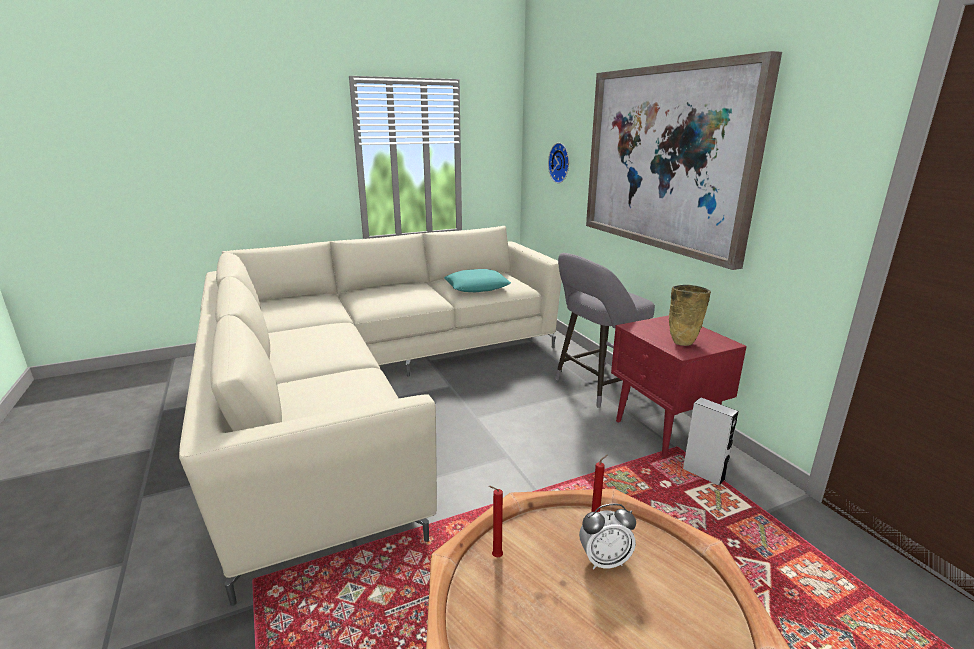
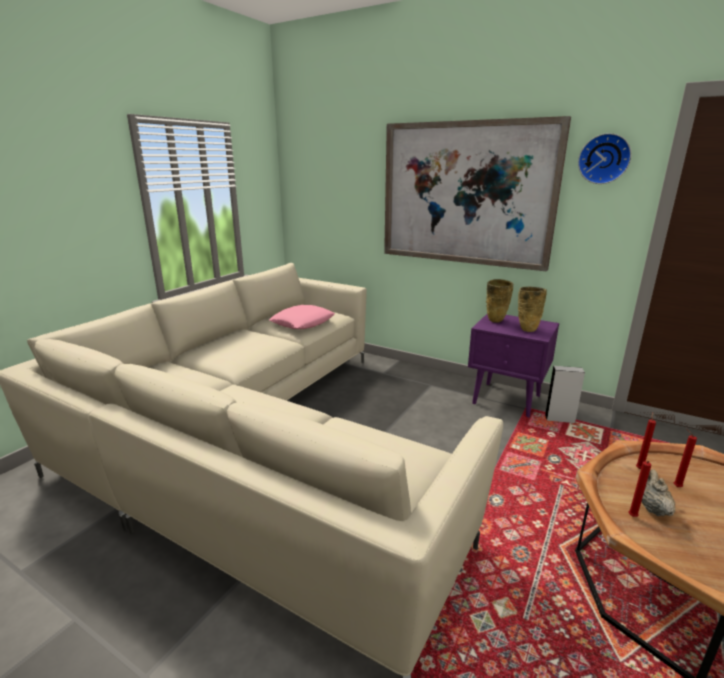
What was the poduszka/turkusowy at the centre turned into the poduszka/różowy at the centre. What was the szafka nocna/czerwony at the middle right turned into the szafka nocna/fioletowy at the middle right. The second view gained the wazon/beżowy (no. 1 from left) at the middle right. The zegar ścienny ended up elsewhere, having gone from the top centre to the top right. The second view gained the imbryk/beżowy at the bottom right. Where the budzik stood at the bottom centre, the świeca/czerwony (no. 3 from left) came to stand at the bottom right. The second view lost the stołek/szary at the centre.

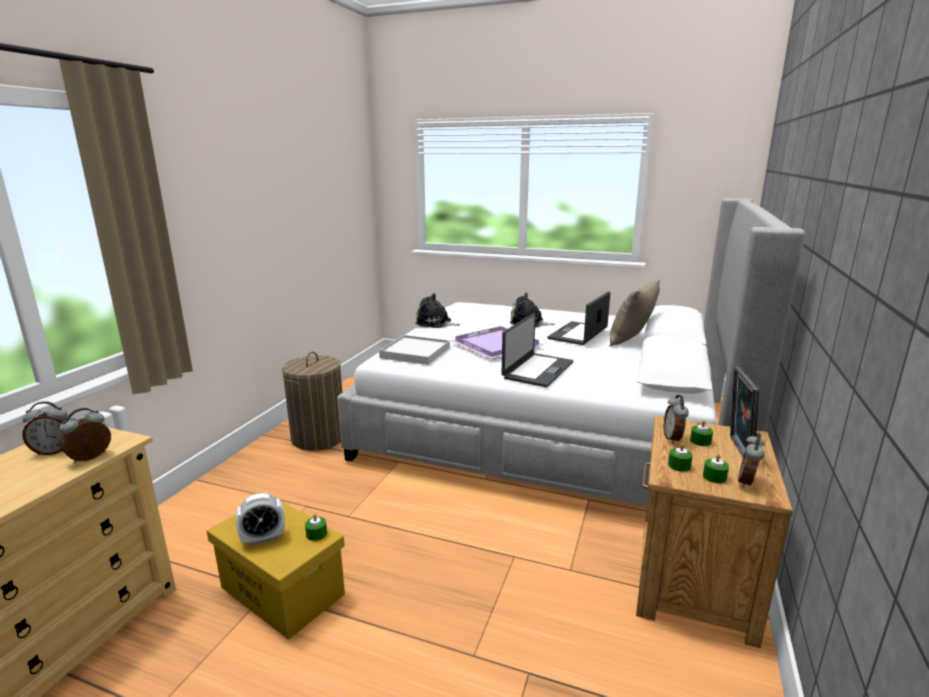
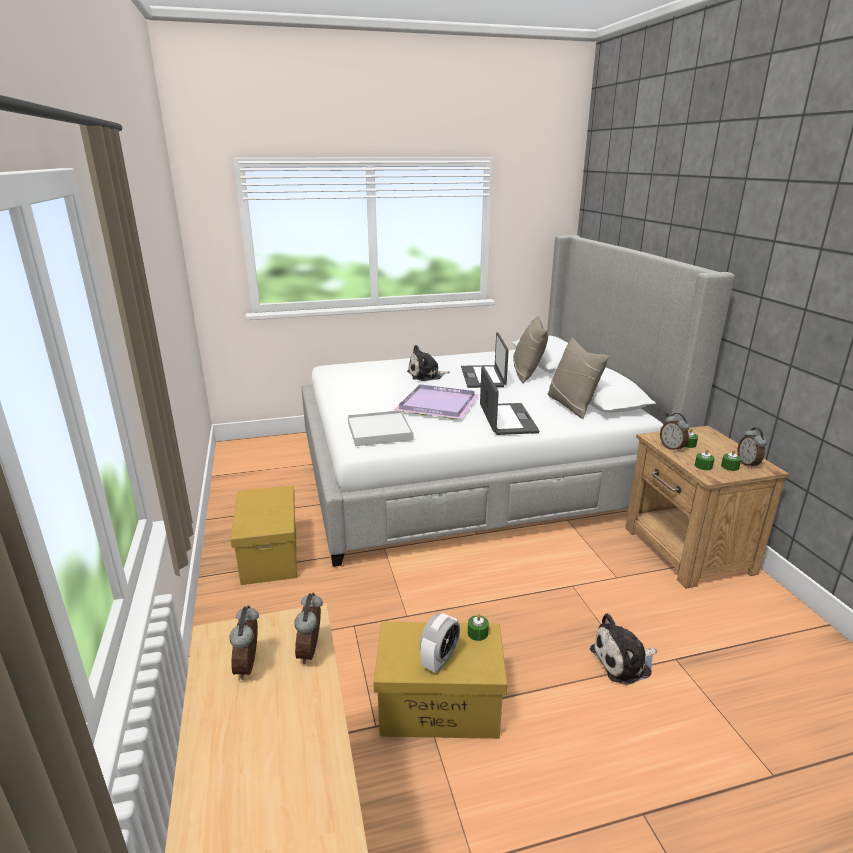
The budzik (no. 1 from left) at the middle left ended up facing another way, 135 degrees clockwise from before. Where the kosz na pranie stood at the centre, the pojemnik do przechowywania/żółty (no. 1 from left) came to stand at the middle left. The second view gained the poduszka/beżowy (no. 2 from left) at the middle right. The pluszak (no. 1 from left in the first image) ended up elsewhere, having gone from the centre to the bottom right. The second view lost the ramka na zdjęcie at the middle right.

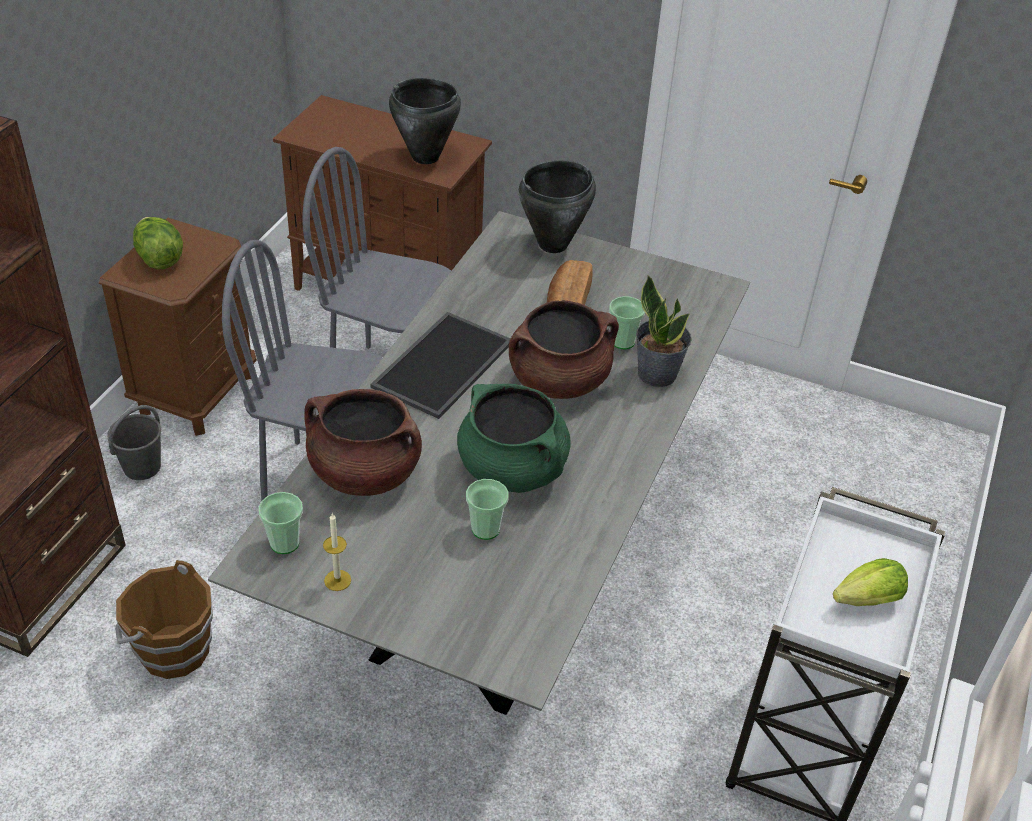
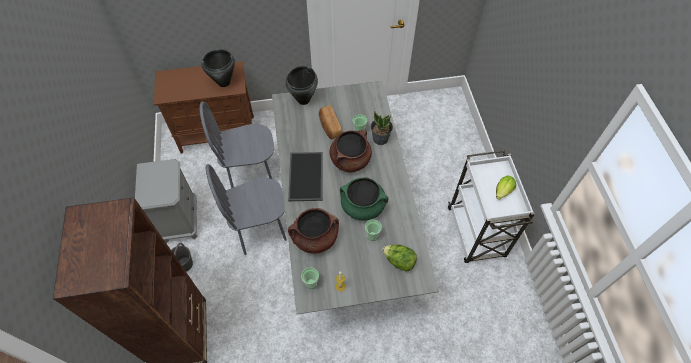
What was the szafka nocna/brązowy at the middle left turned into the szafka nocna/szary at the middle left. The sałata (no. 1 from left) ended up elsewhere, having gone from the top left to the bottom centre. The second view lost the wiadro/brązowy at the bottom left.

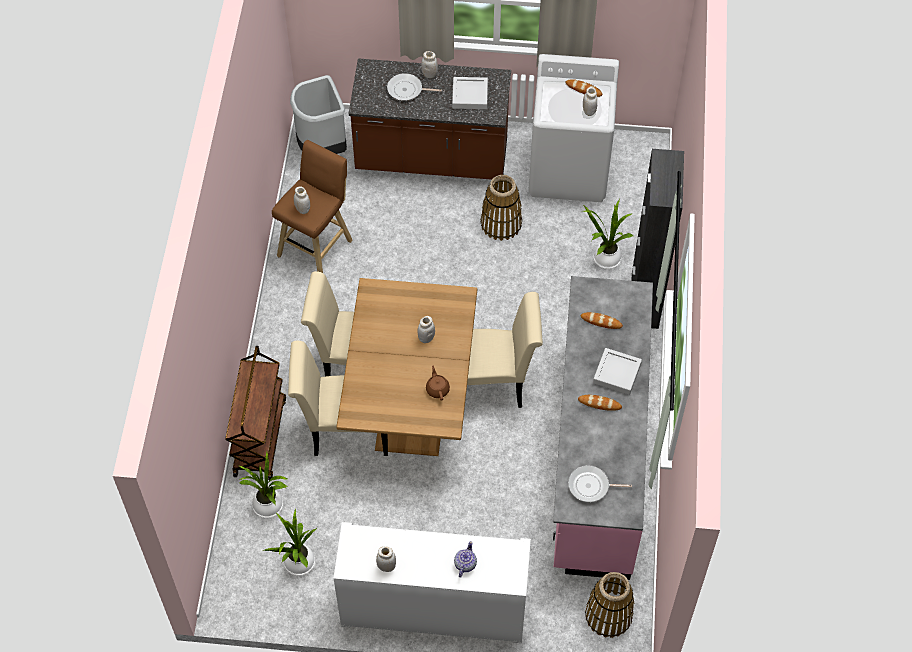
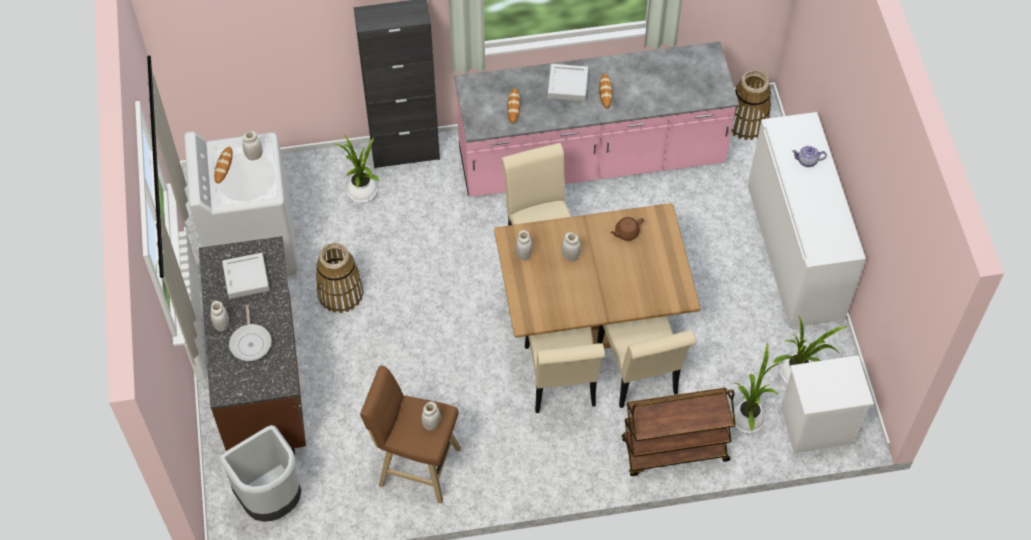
The słoik/biały (no. 2 from left in the first image) ended up elsewhere, having gone from the bottom centre to the centre. The second view gained the szafka nocna/biały at the bottom right. The second view lost the patelnia (no. 2 from left) at the bottom centre.

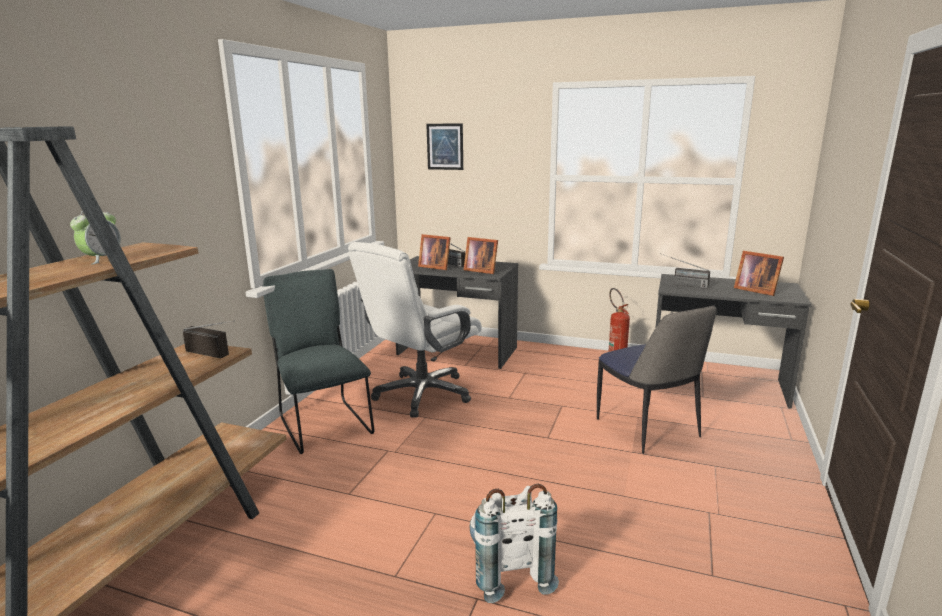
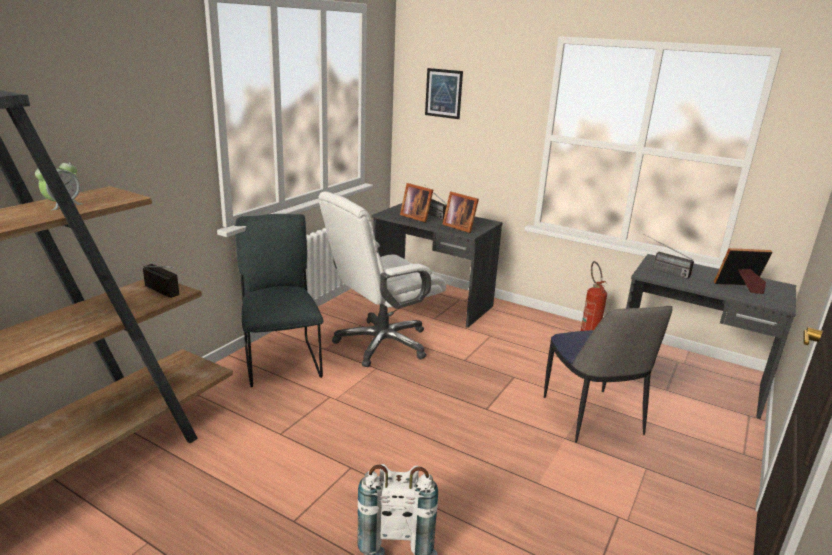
The ramka na zdjęcie (no. 3 from left) at the middle right ended up facing another way, 120 degrees clockwise from before.

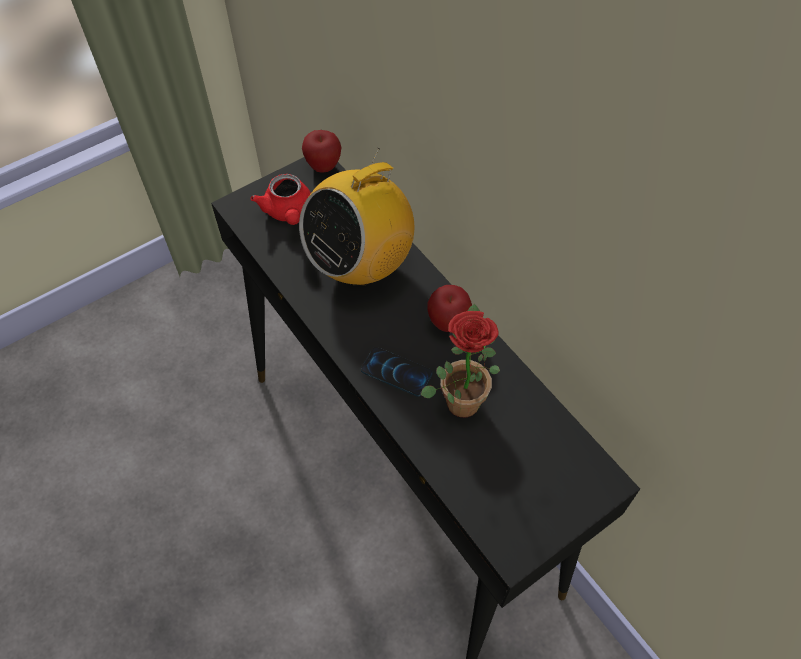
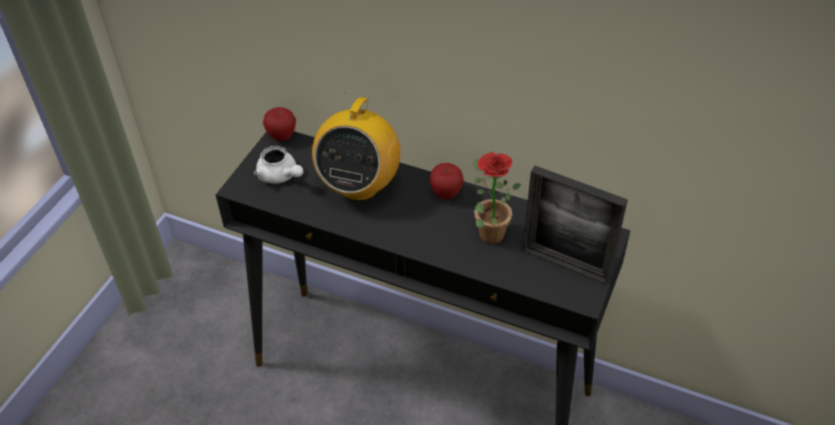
What was the imbryk/czerwony at the top centre turned into the imbryk/biały at the middle left. The second view gained the ramka na zdjęcie at the middle right. The second view lost the telefon at the centre.

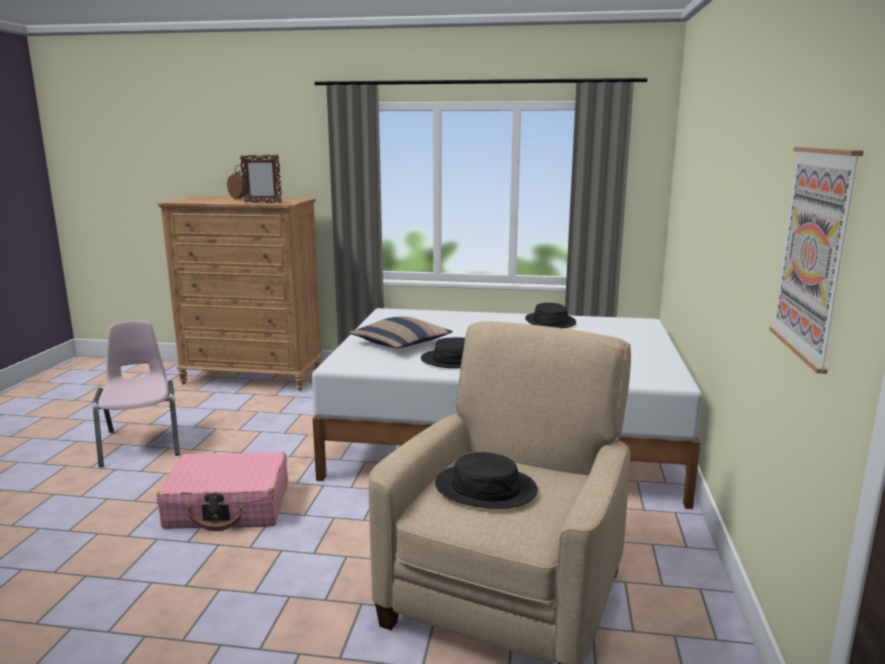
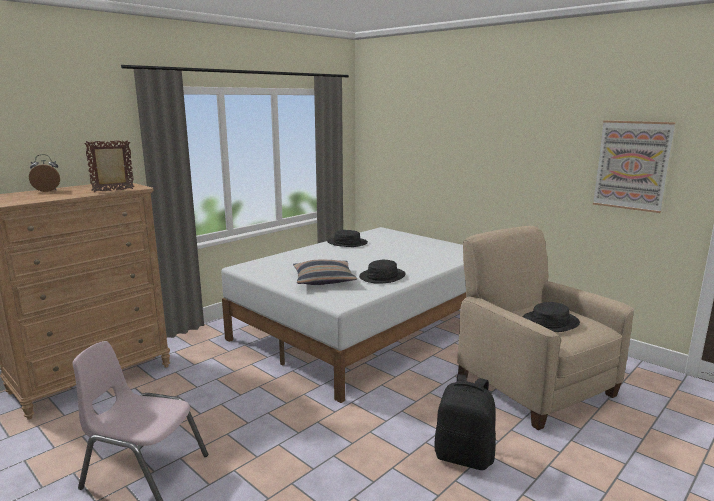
The ramka na zdjęcie at the top left ended up facing another way, 150 degrees counterclockwise from before. The second view gained the plecak/czarny at the bottom centre. The second view lost the walizka/różowy at the bottom left.

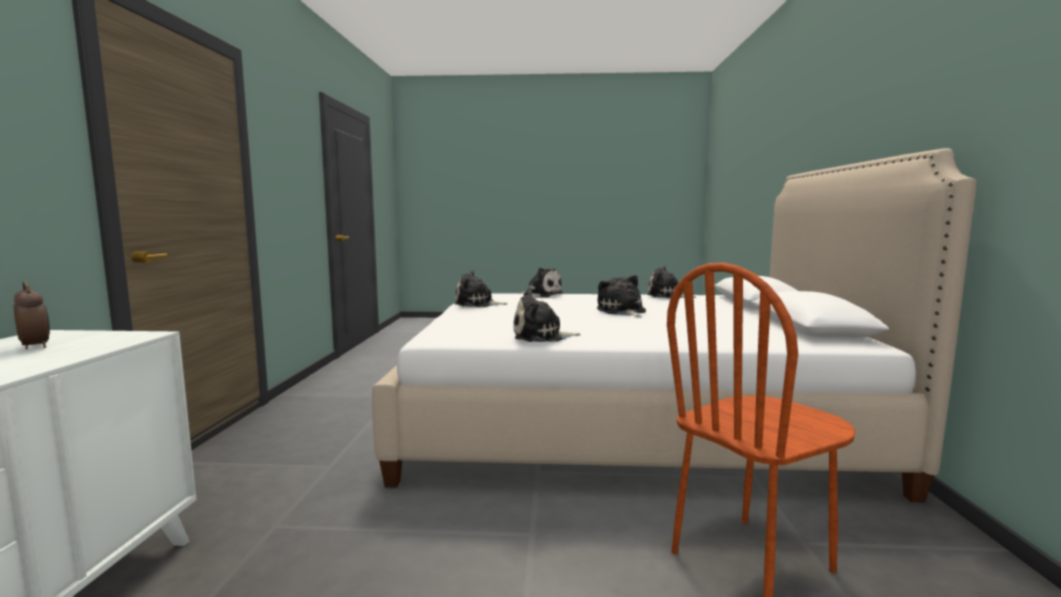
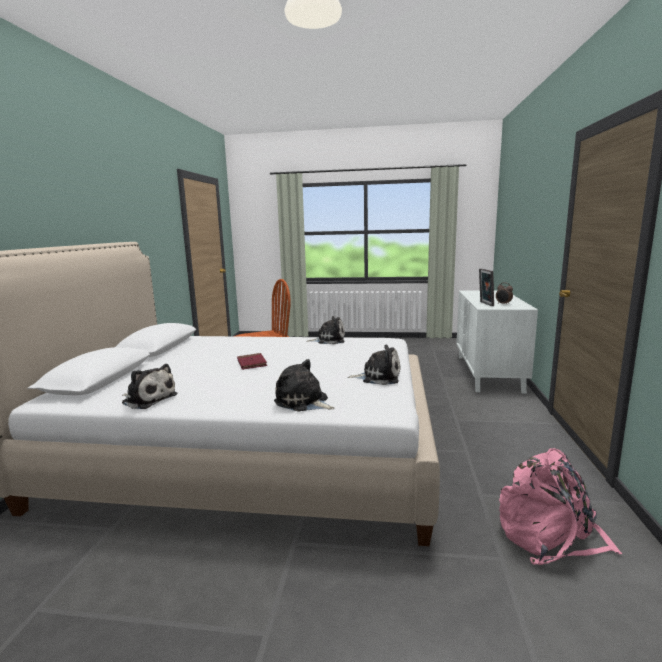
Where the pluszak (no. 4 from left) stood at the centre, the książka/czerwony came to stand at the centre. The second view gained the ramka na zdjęcie at the middle right. The second view gained the plecak/różowy at the bottom right.

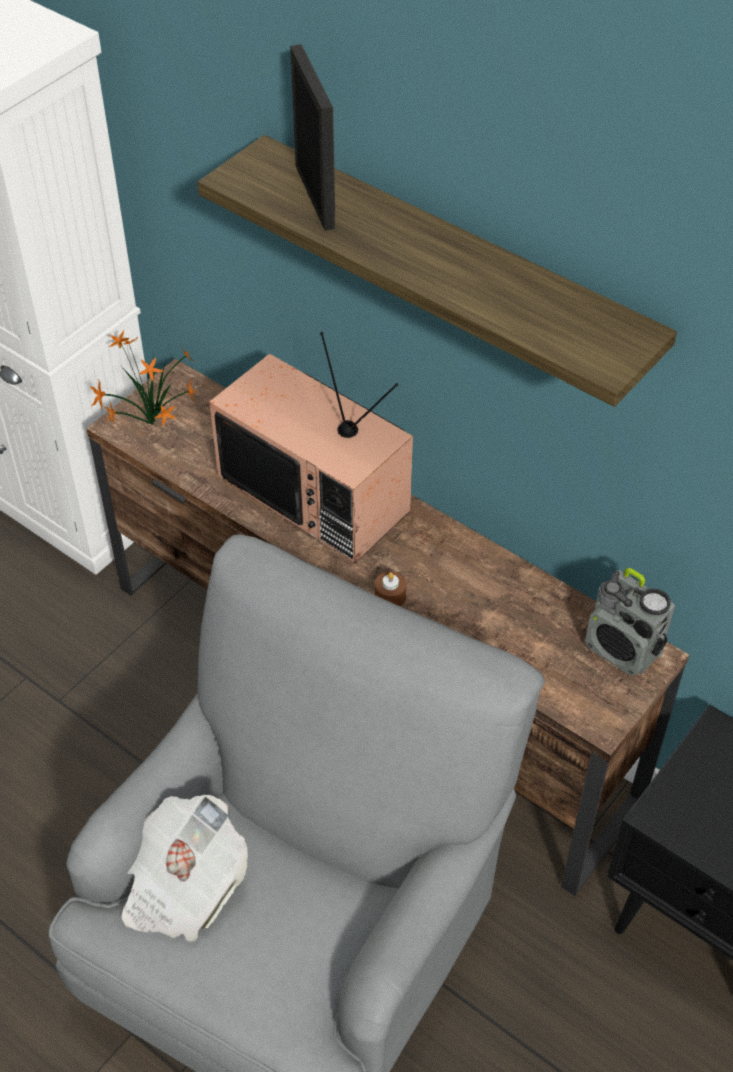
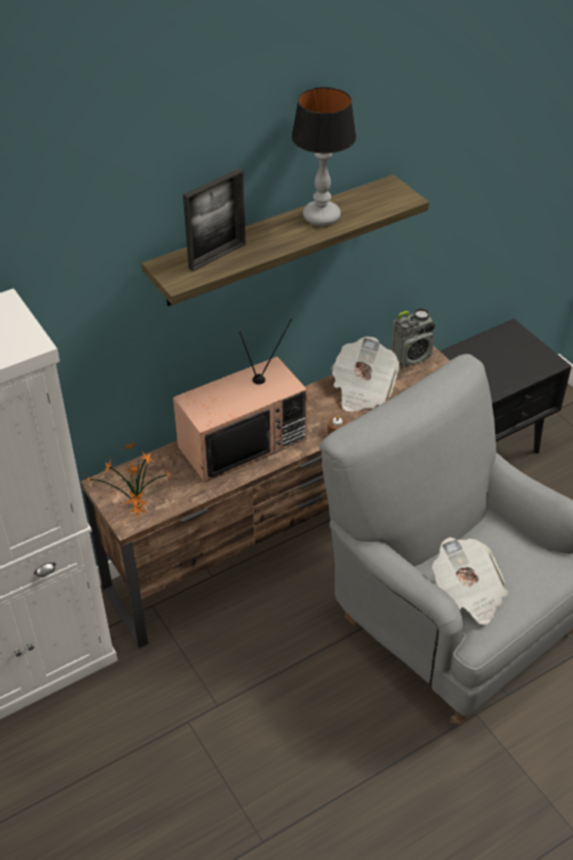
The ramka na zdjęcie at the top centre ended up facing another way, 135 degrees clockwise from before. The second view gained the lampa stołowa at the top centre. The second view gained the gazeta (no. 1 from left) at the centre.

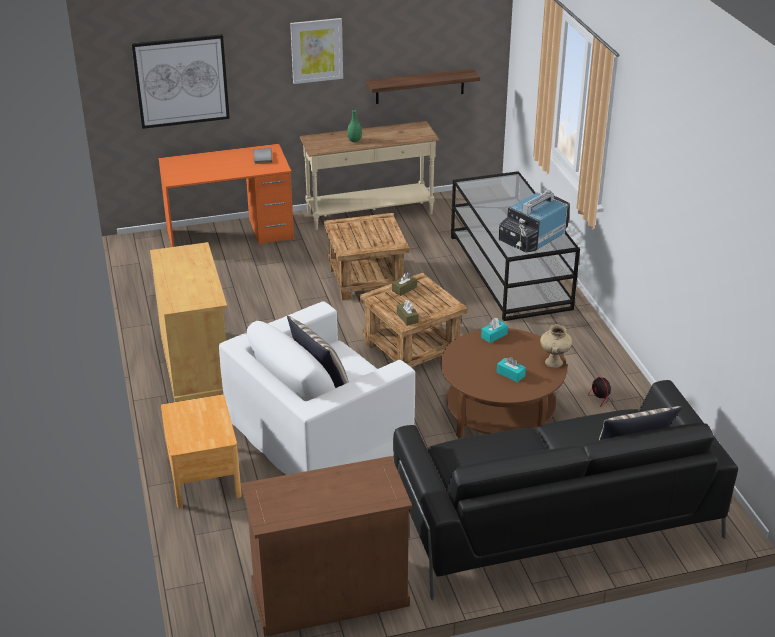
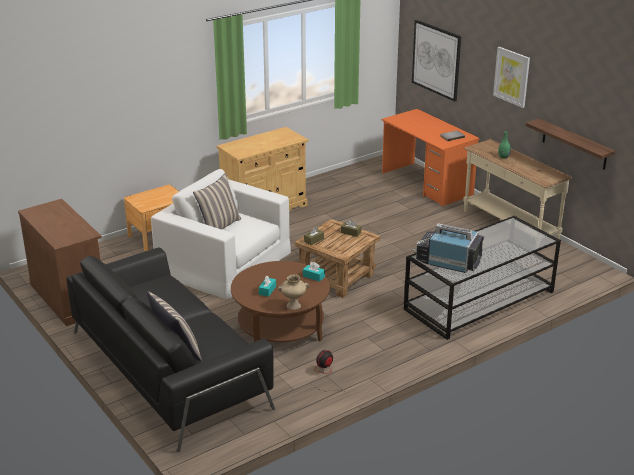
The second view lost the stolik/brązowy (no. 1 from left) at the centre.

